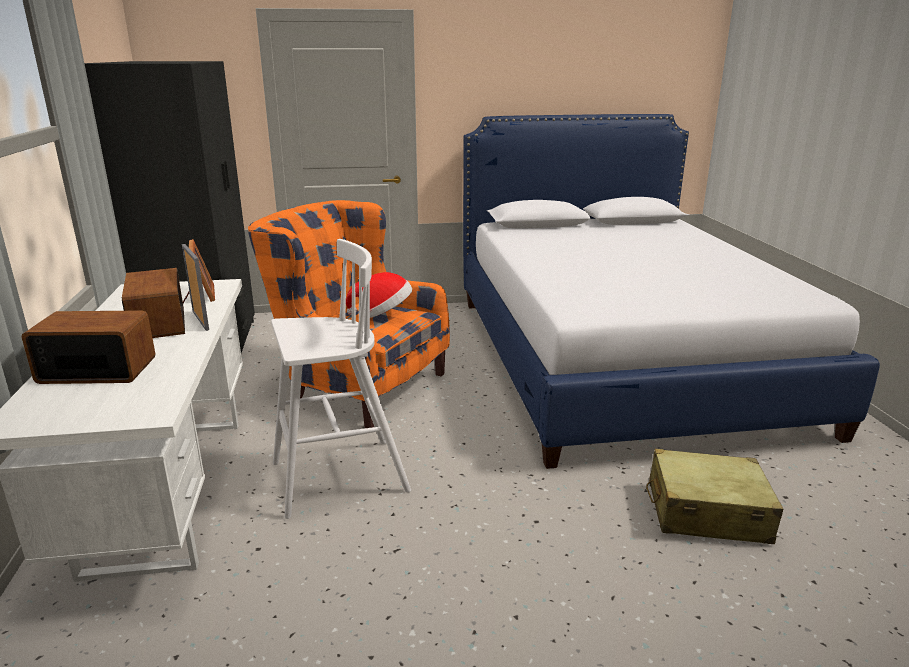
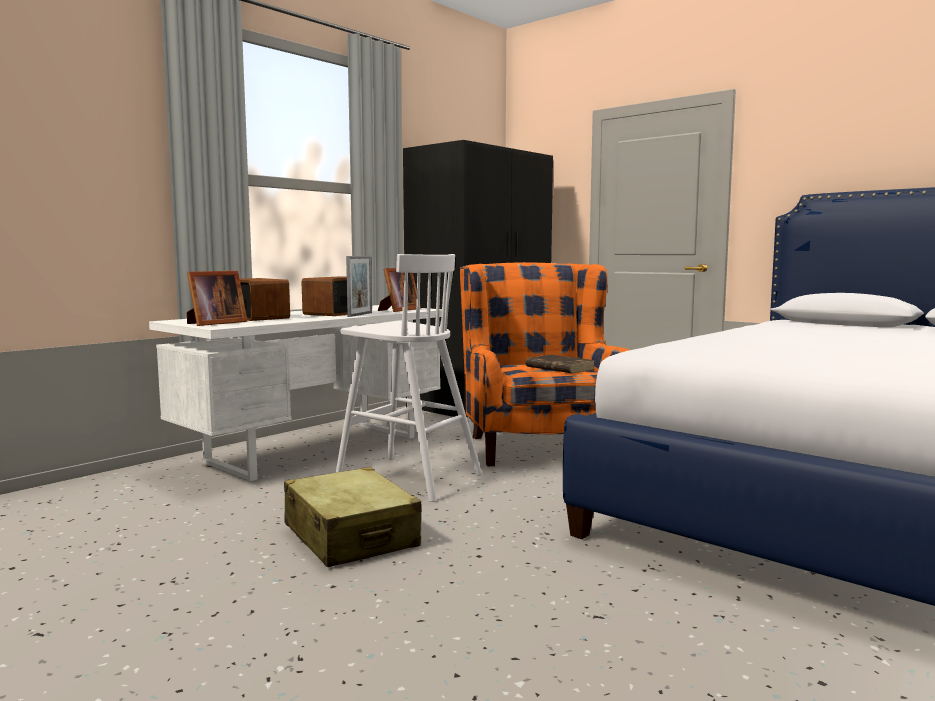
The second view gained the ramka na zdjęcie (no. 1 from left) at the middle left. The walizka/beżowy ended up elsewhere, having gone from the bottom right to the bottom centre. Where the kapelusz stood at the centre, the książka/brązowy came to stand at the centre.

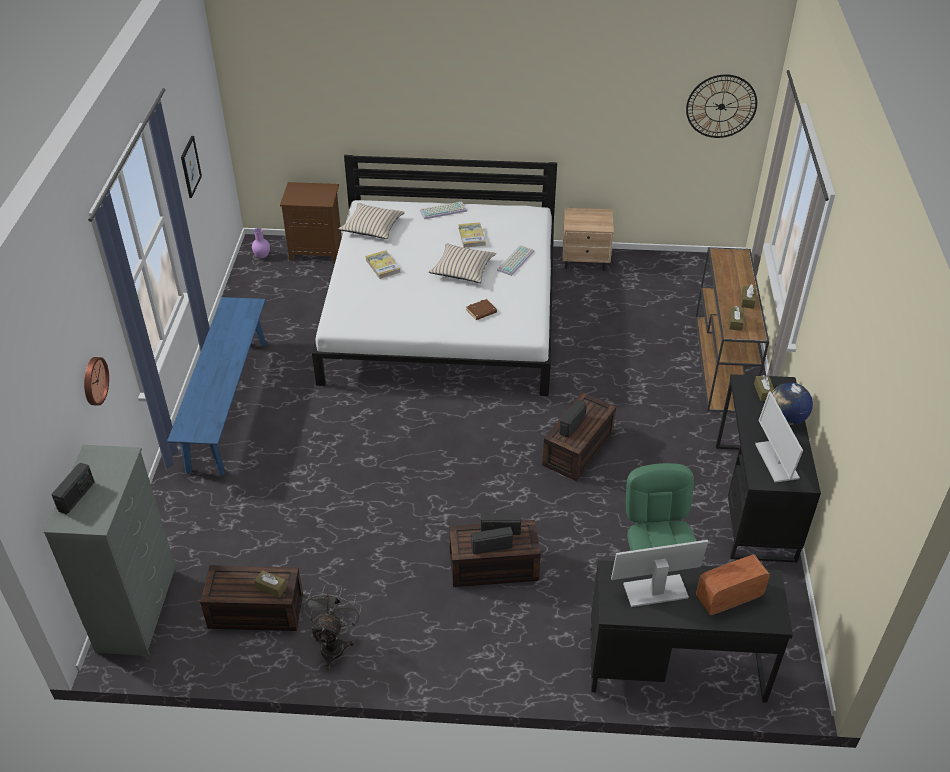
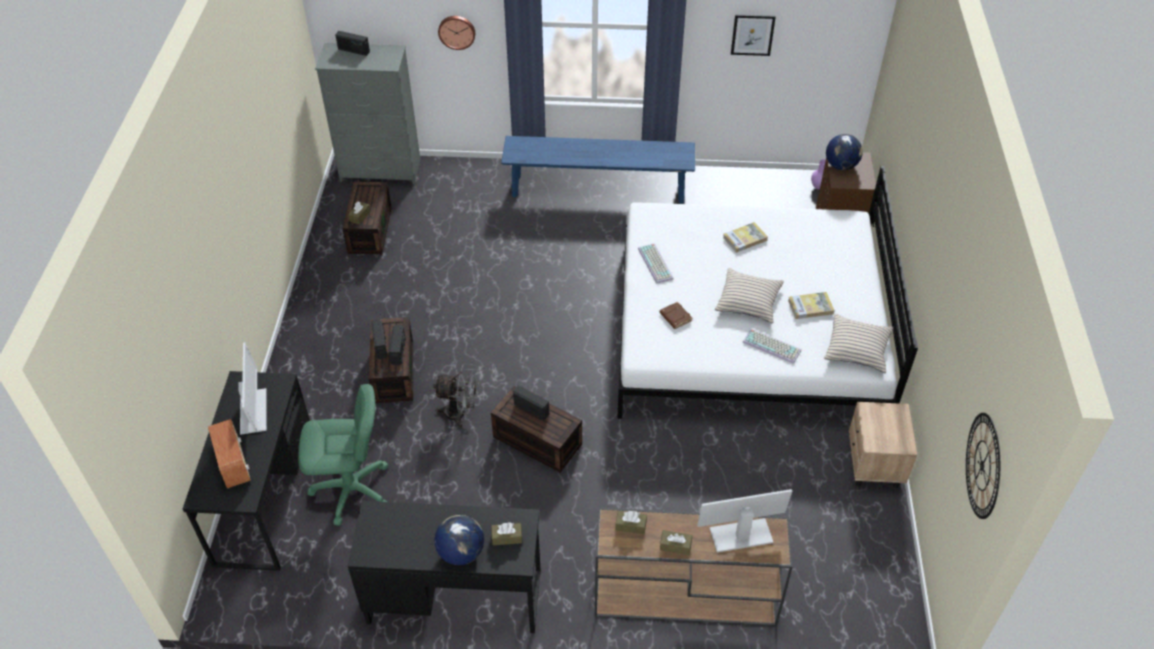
The wentylator/szary ended up elsewhere, having gone from the bottom centre to the centre. The klawiatura (no. 1 from left) ended up elsewhere, having gone from the top centre to the centre. The monitor (no. 2 from left) ended up elsewhere, having gone from the middle right to the bottom centre. The poduszka/beżowy (no. 1 from left in the first image) ended up elsewhere, having gone from the top centre to the middle right. The second view gained the globus (no. 2 from left) at the top right.

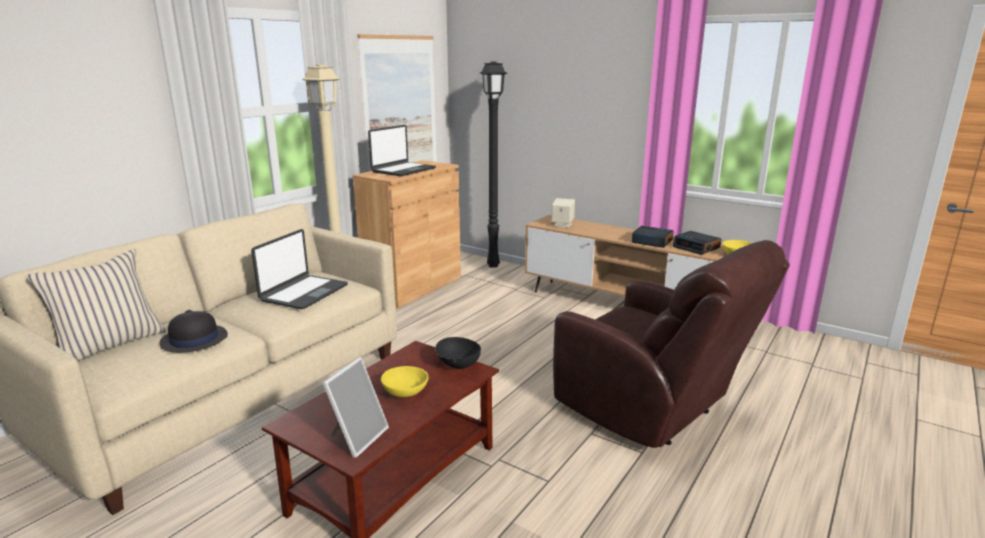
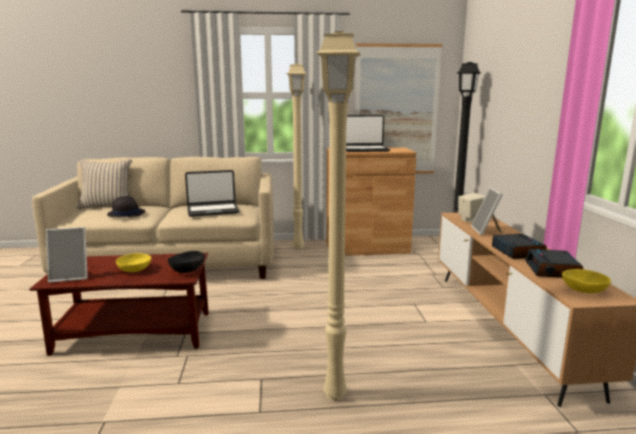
Where the fotel/brązowy stood at the middle right, the lampa stojąca/beżowy (no. 2 from left) came to stand at the centre. The second view gained the ramka na zdjęcie (no. 2 from left) at the middle right.

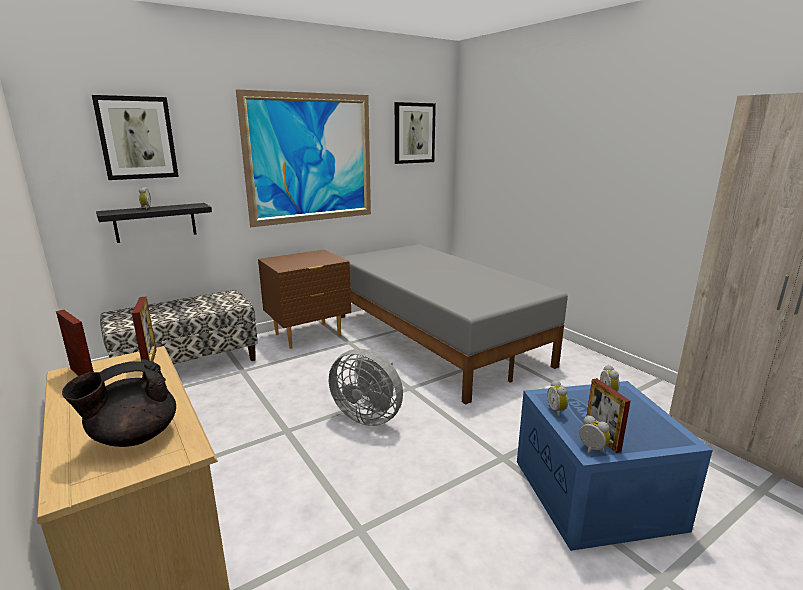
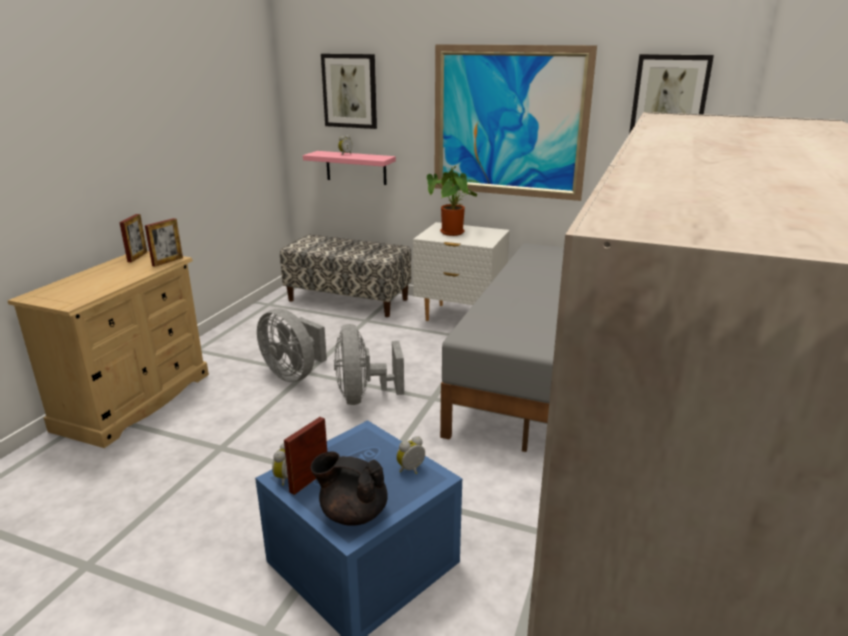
The second view gained the wentylator/szary (no. 1 from left) at the centre. What was the półka/czarny at the middle left turned into the półka/różowy at the top centre. The imbryk/czarny ended up elsewhere, having gone from the bottom left to the bottom centre. What was the szafka nocna/brązowy at the centre turned into the szafka nocna/biały at the centre. The second view gained the roślina doniczkowa at the top centre. The second view lost the budzik (no. 2 from left) at the bottom right.

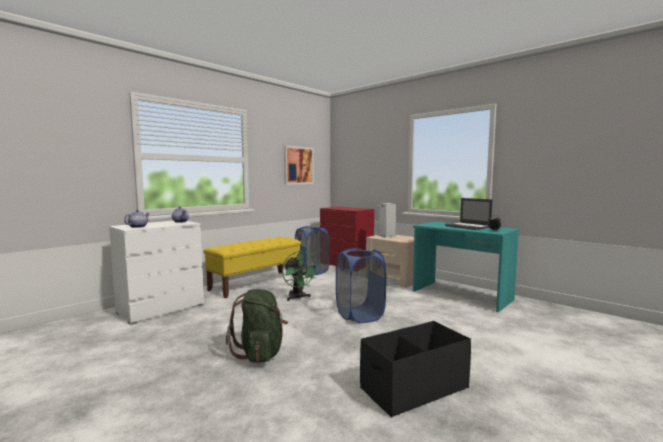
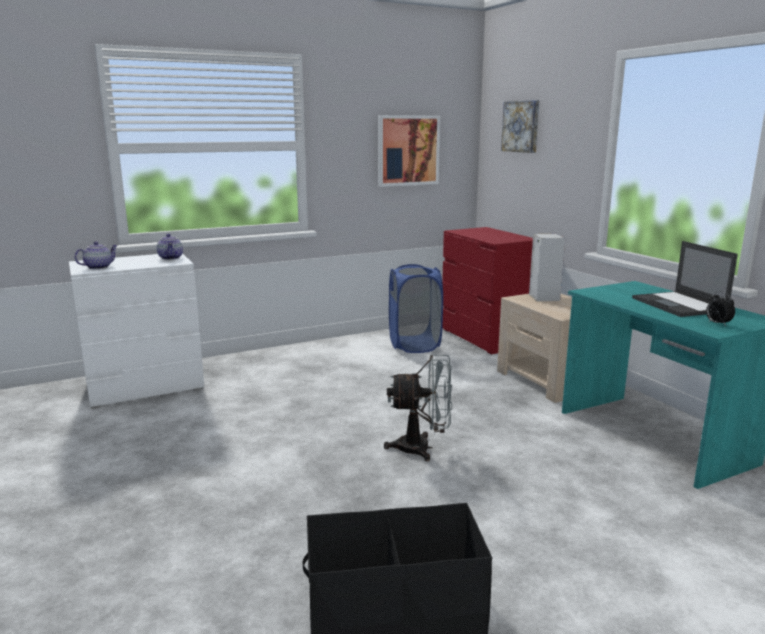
Where the kosz na pranie/niebieski (no. 2 from left) stood at the centre, the wentylator/szary came to stand at the centre. The second view gained the obraz (no. 2 from left) at the top right. The second view lost the ławka/żółty at the centre. The second view lost the plecak/zielony at the bottom centre. The second view lost the wentylator/zielony at the centre.

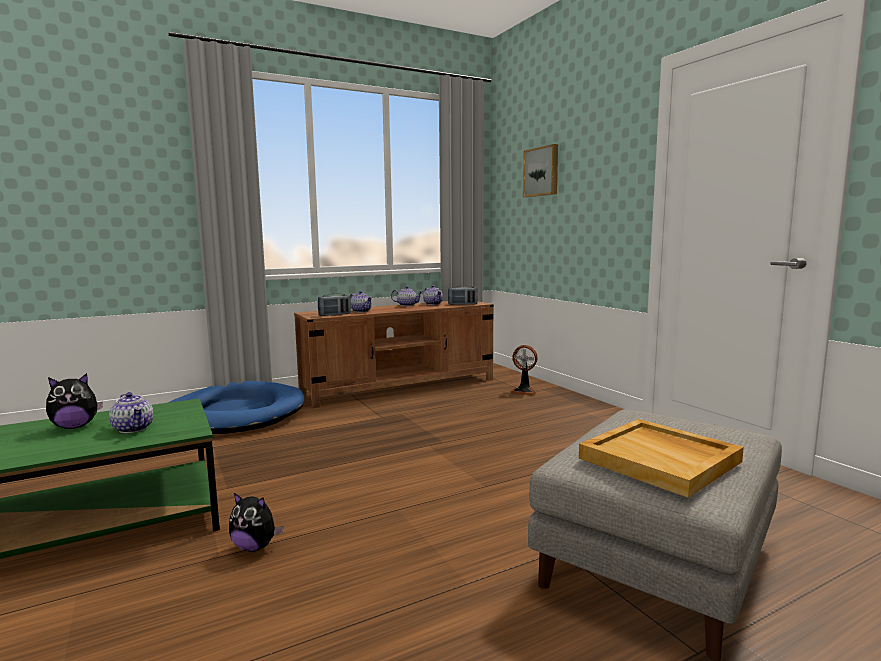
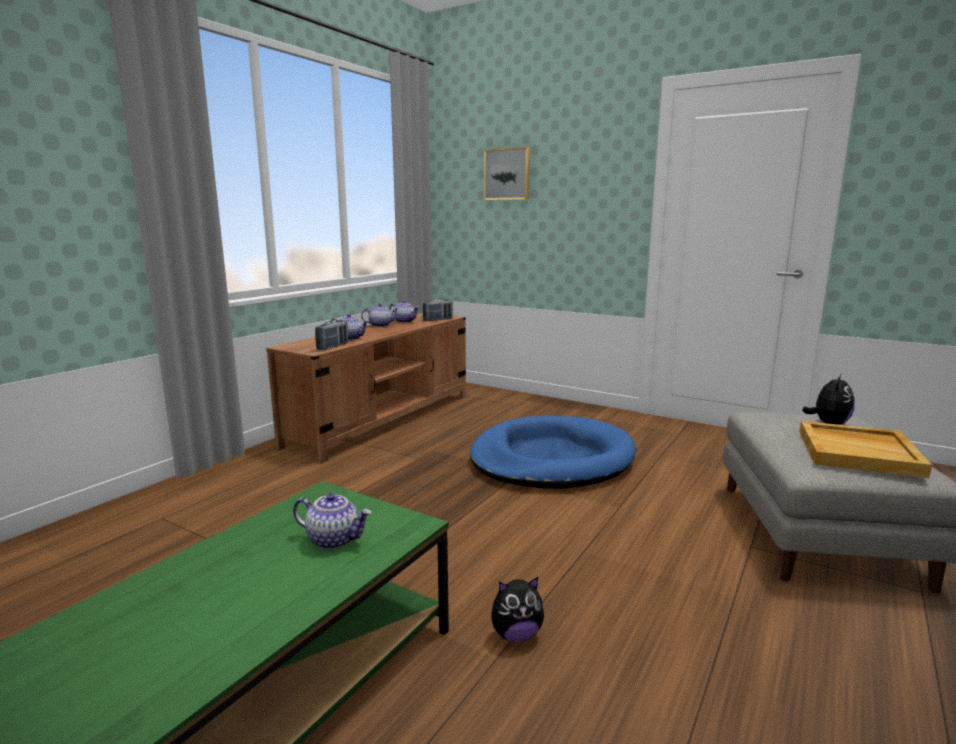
The legowisko/niebieski ended up elsewhere, having gone from the middle left to the centre. The pluszak (no. 1 from left in the first image) ended up elsewhere, having gone from the middle left to the middle right. The second view lost the wentylator at the centre.

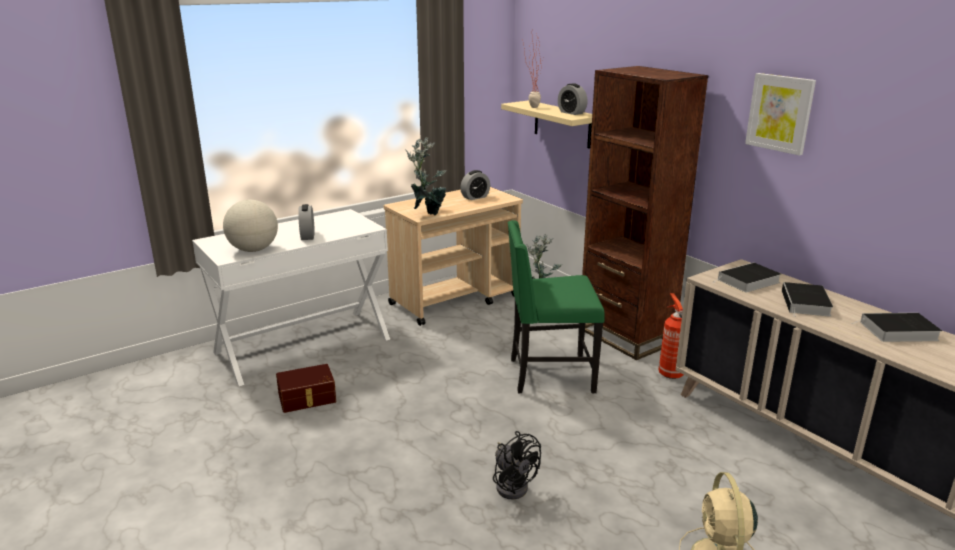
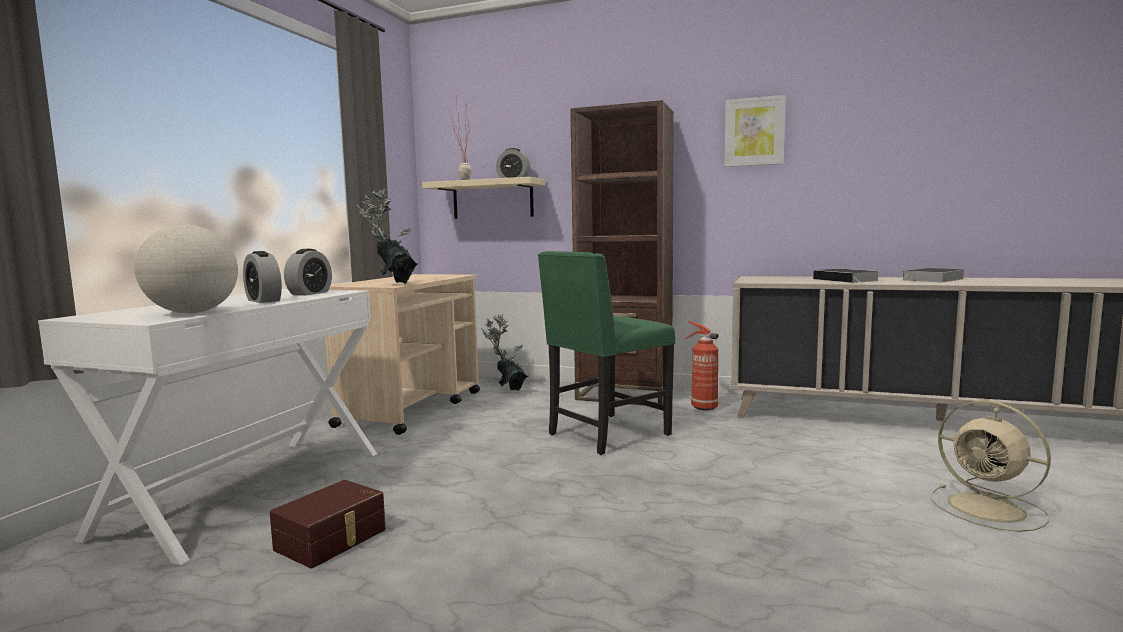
The budzik (no. 2 from left) ended up elsewhere, having gone from the centre to the middle left. The second view lost the wentylator/czarny at the bottom centre. The second view lost the książka (no. 1 from left) at the middle right.

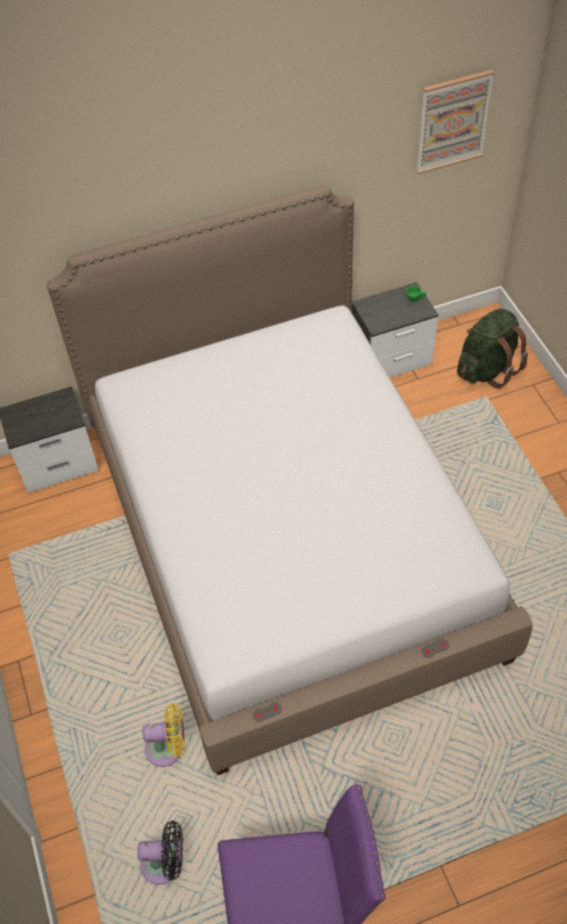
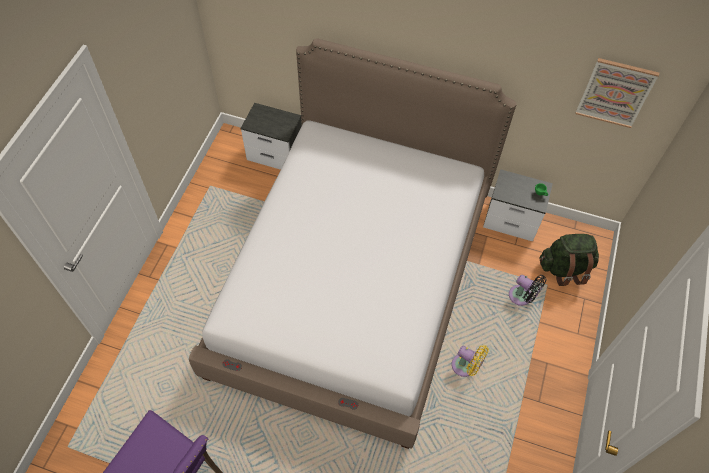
The wentylator/żółty ended up elsewhere, having gone from the bottom left to the bottom centre. The wentylator/czarny ended up elsewhere, having gone from the bottom left to the middle right.

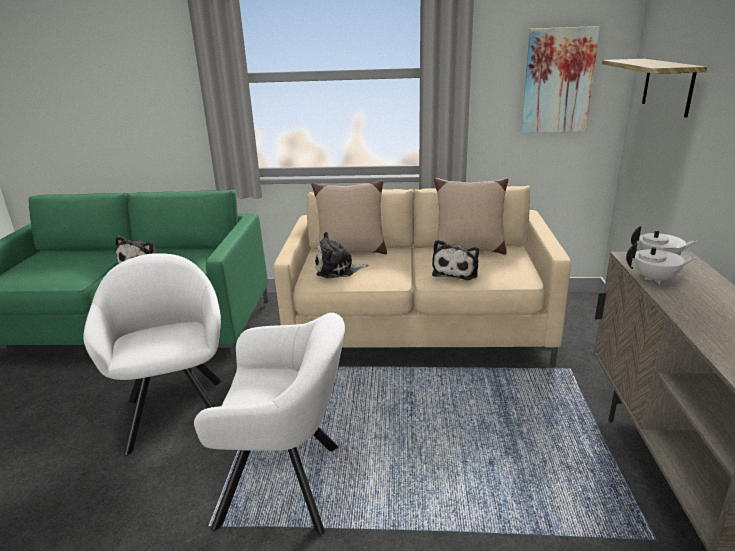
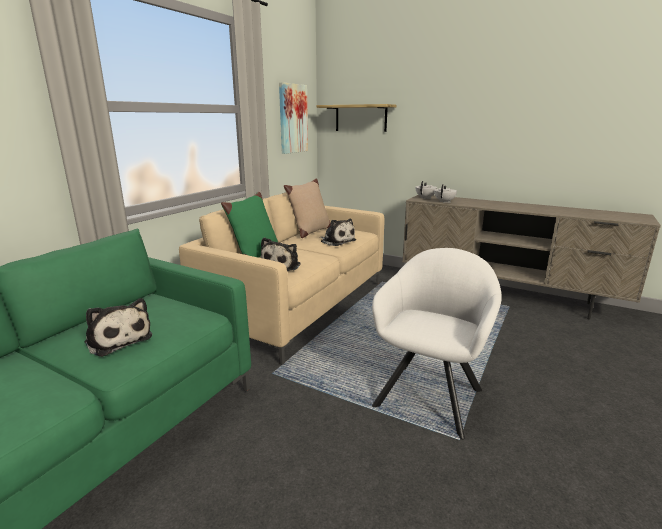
What was the poduszka/beżowy (no. 1 from left) at the centre turned into the poduszka/zielony at the centre. The second view lost the fotel/biały (no. 1 from left) at the middle left.

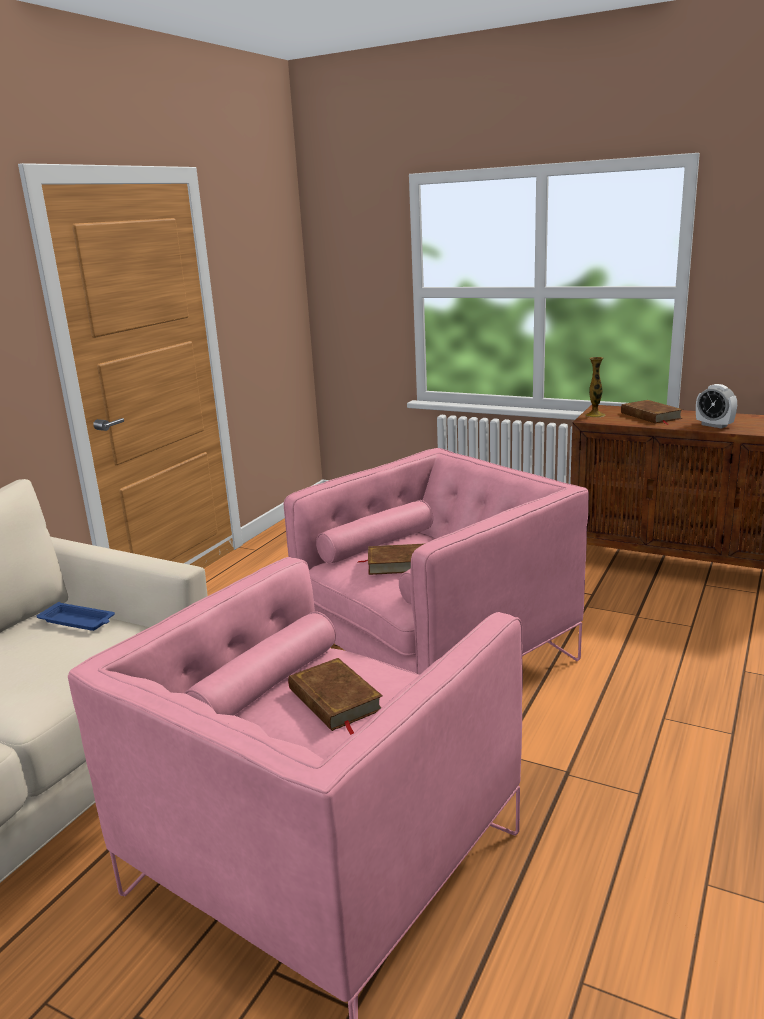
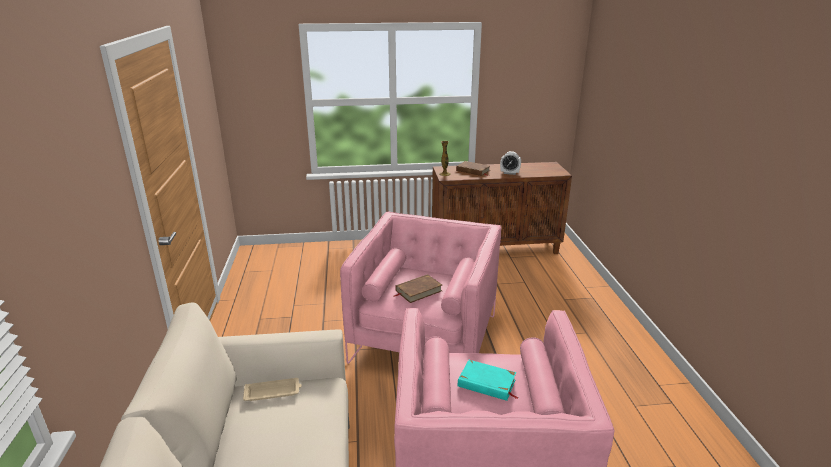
What was the taca/niebieski at the middle left turned into the taca/beżowy at the bottom left. What was the książka/brązowy (no. 1 from left) at the bottom centre turned into the książka/turkusowy at the bottom centre.

